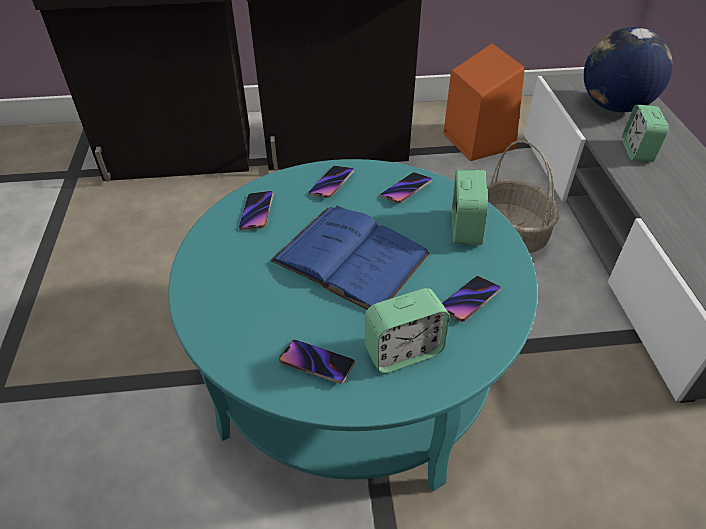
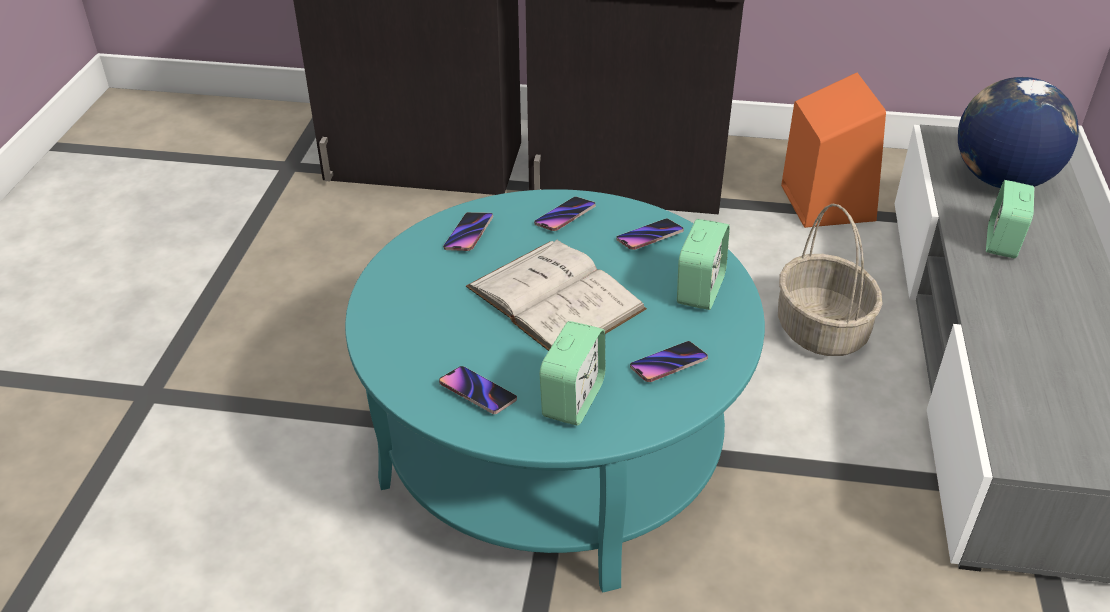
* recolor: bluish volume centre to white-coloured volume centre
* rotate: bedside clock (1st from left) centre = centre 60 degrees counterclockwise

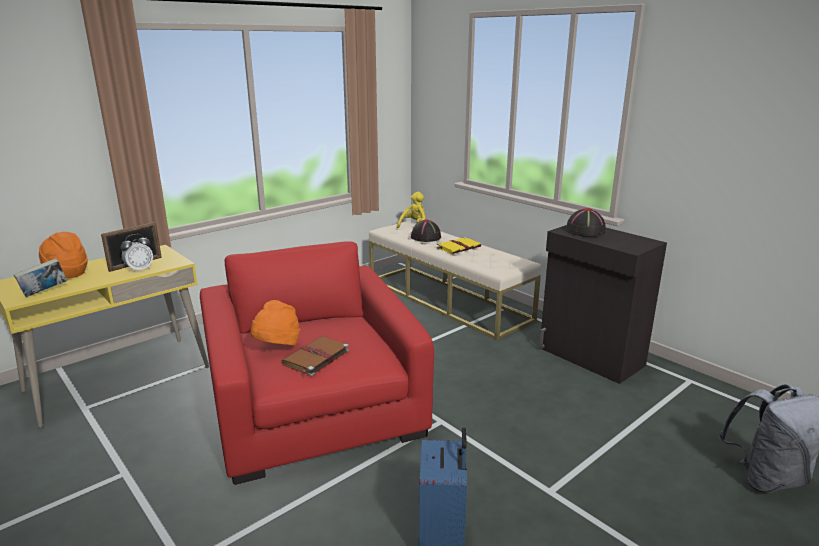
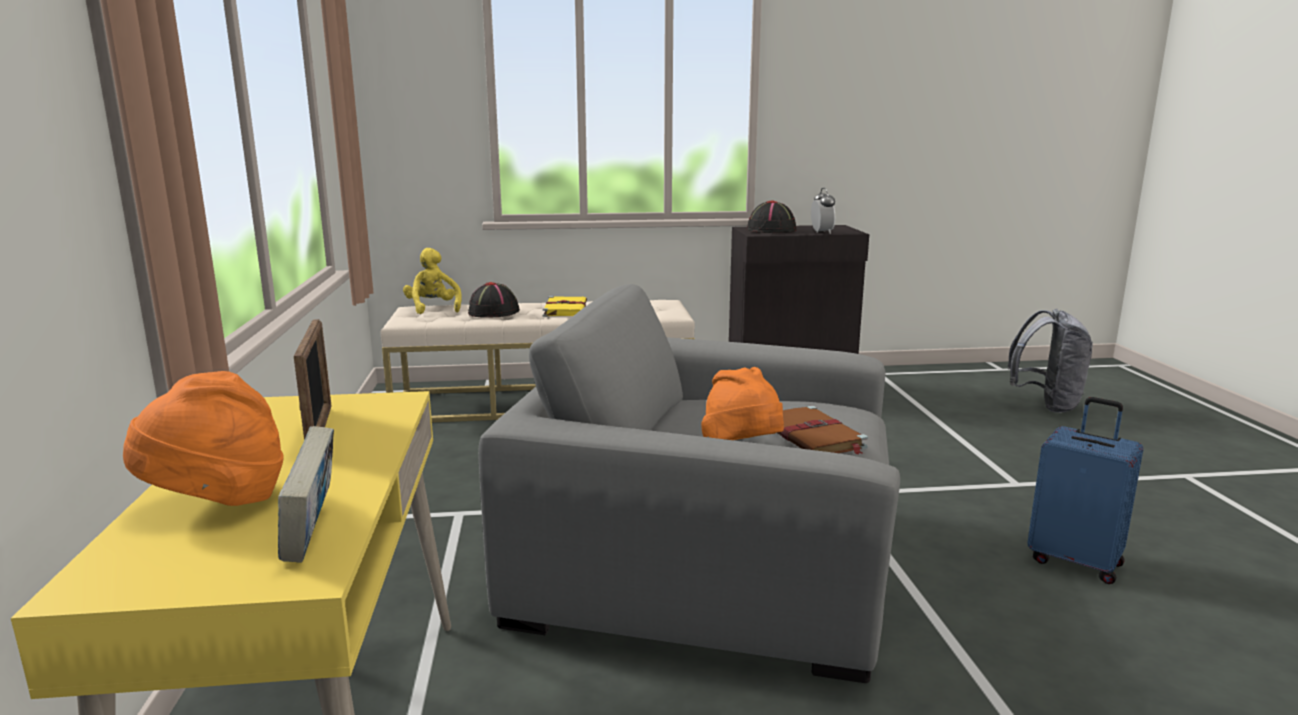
* move: bedside clock middle left to top centre
* recolor: red easy chair centre to greyish easy chair bottom centre

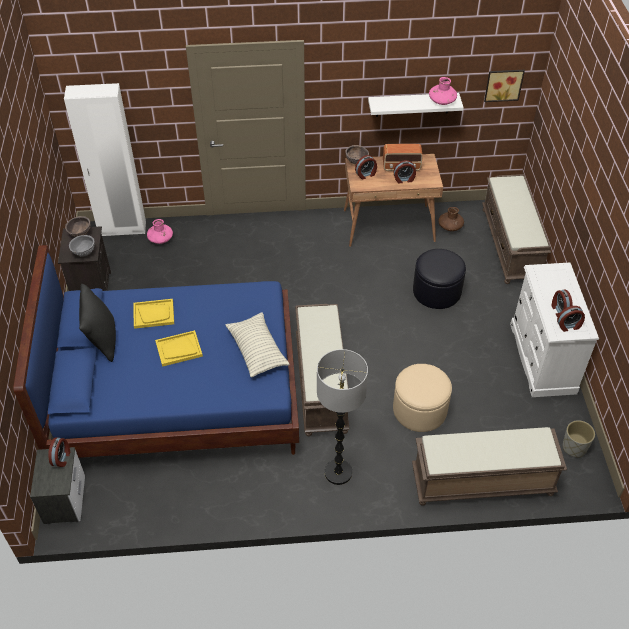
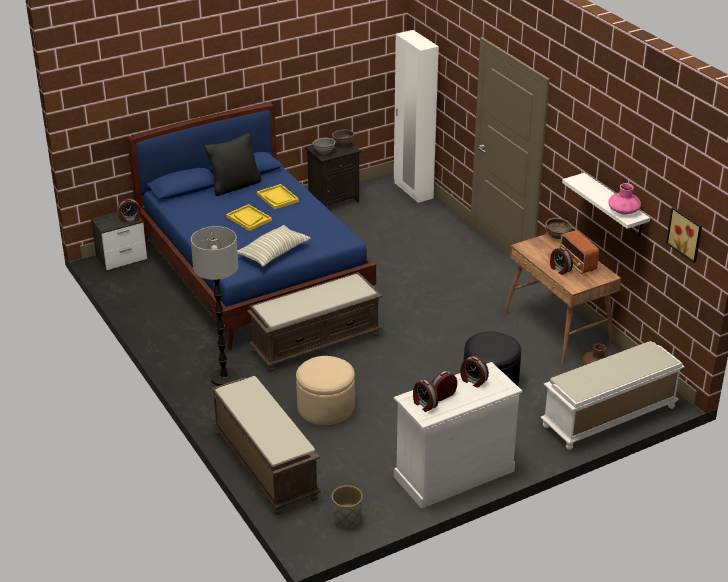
* delete: pinkish decorative vase (1st from left) middle left
* move: bedside clock (2nd from left in the first image) top centre to bedside clock (4th from left) centre
* recolor: brownish long seat (3rd from left) middle right to white-coloured long seat bottom right

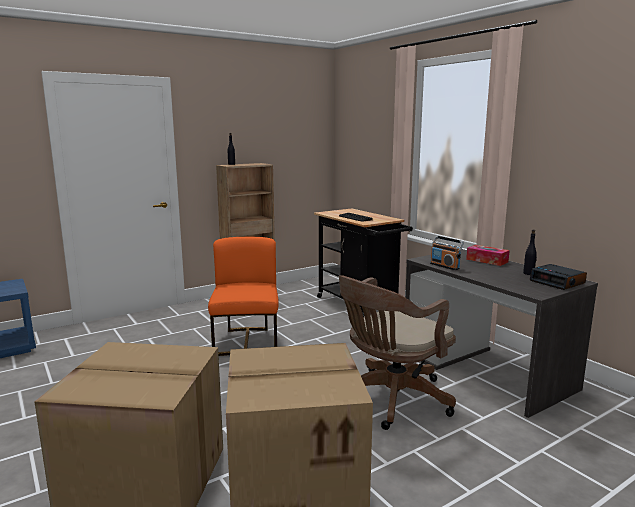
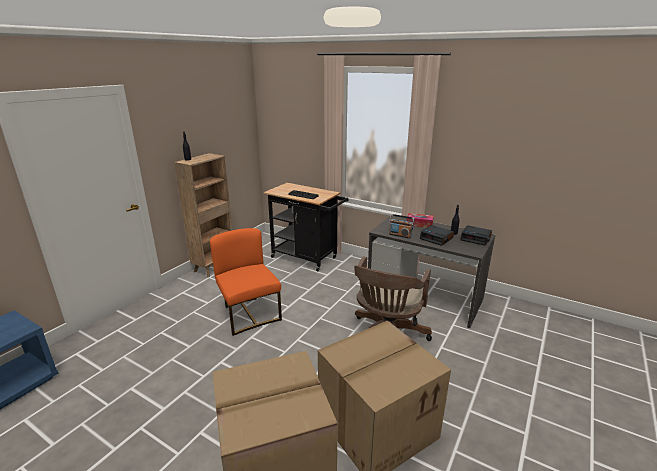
* insert: bedside clock (1st from left) centre

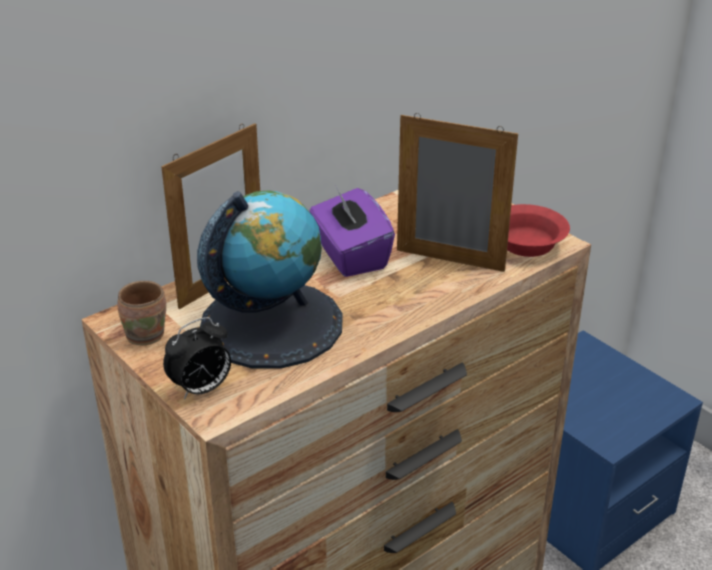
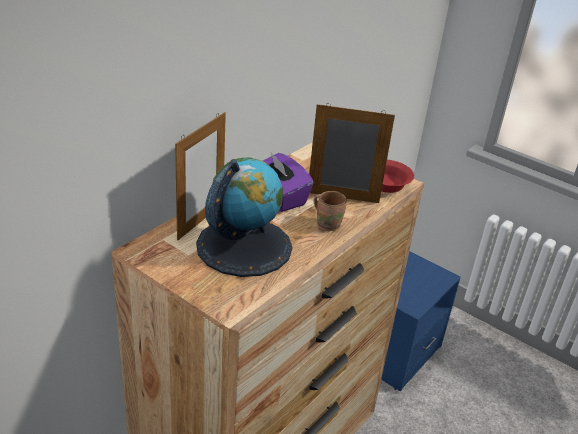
* delete: bedside clock middle left
* move: brownish coffee mug middle left to centre

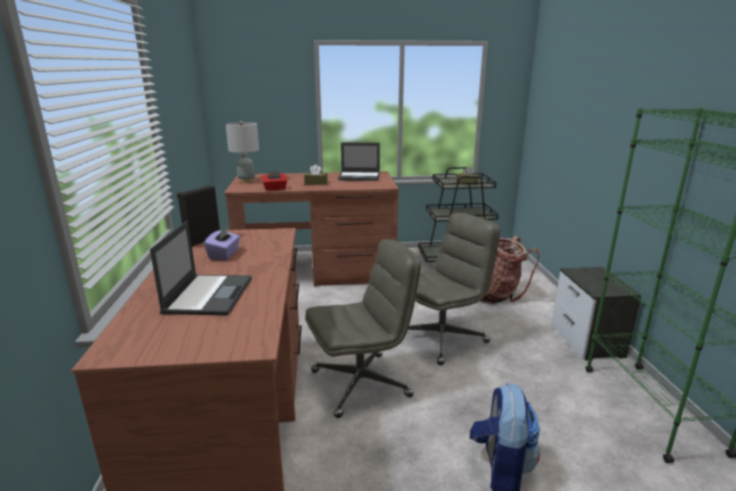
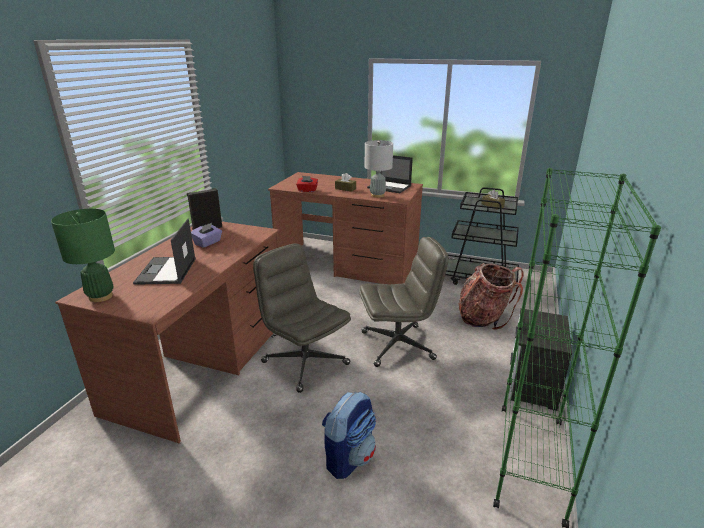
* insert: green tabletop lamp middle left
* move: greyish tabletop lamp top left to top centre
* rotate: portable computer (1st from left) middle left = middle left 150 degrees clockwise
* rotate: greyish desk chair (1st from left) bottom centre = centre 135 degrees counterclockwise

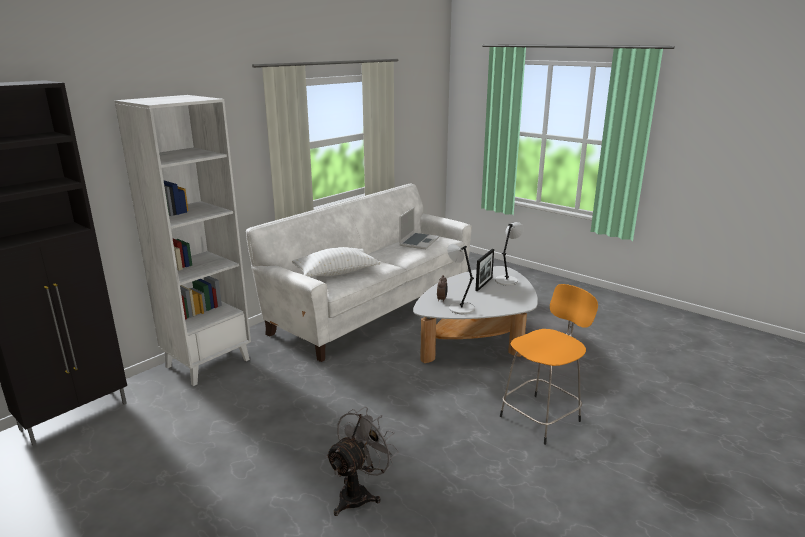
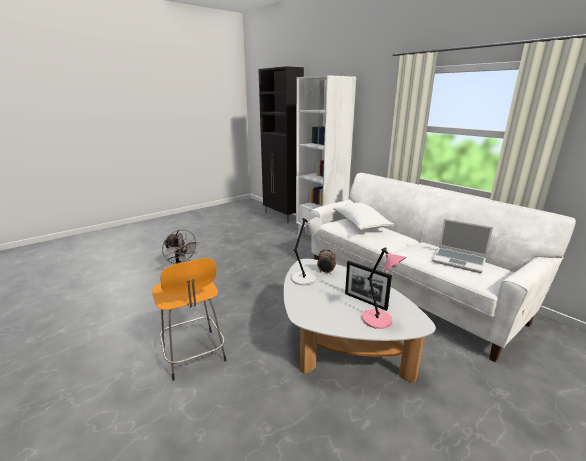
* recolor: greyish tabletop lamp (2nd from left) centre to pinkish tabletop lamp centre

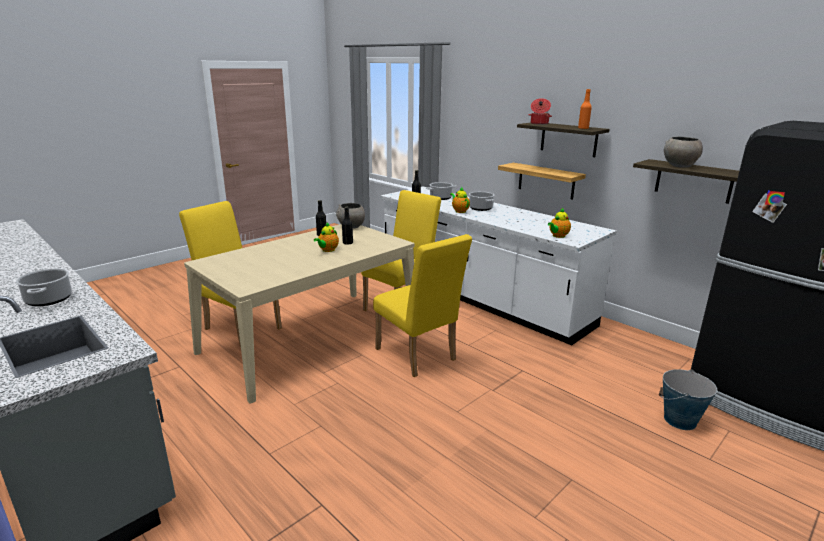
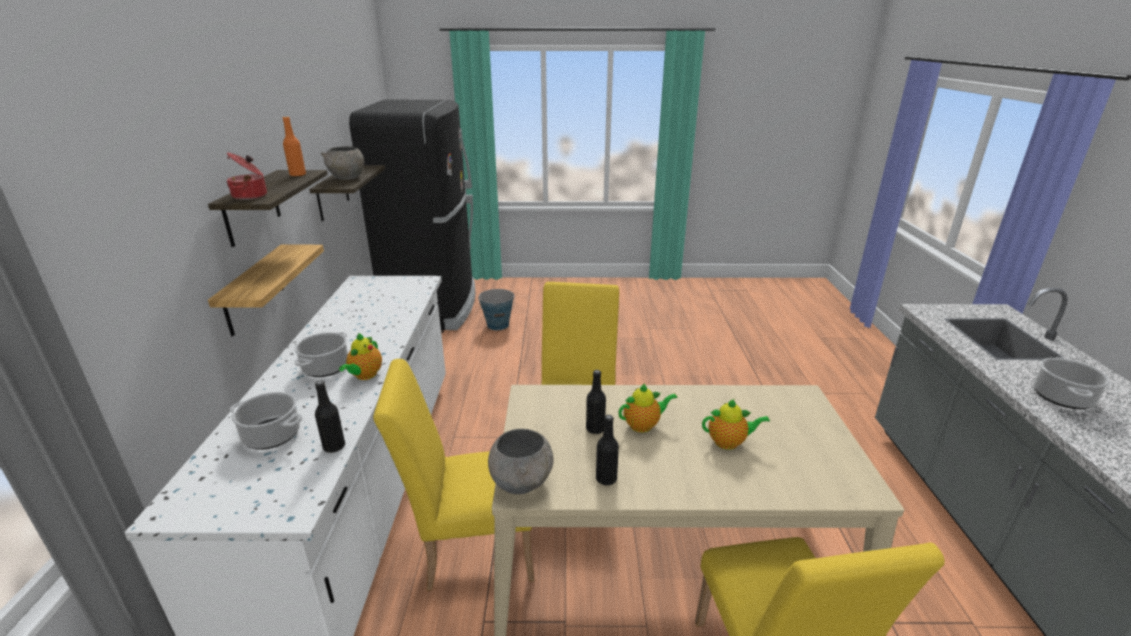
* move: pot for tea (3rd from left) middle right to bottom centre

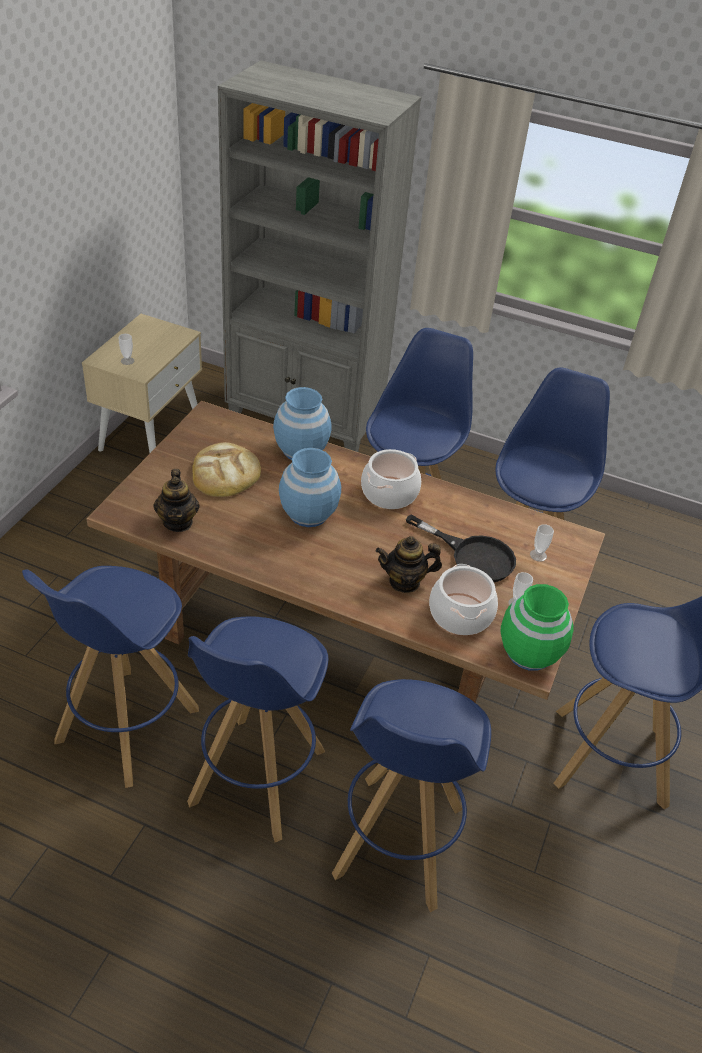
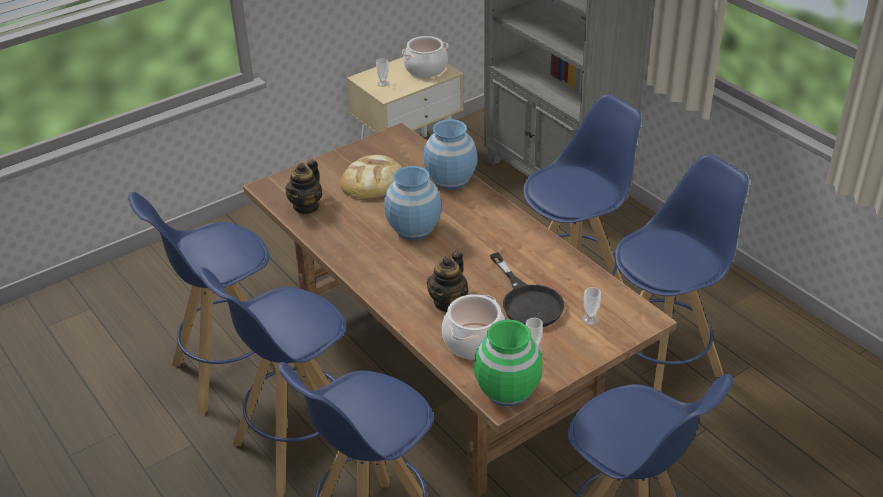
* move: stockpot (1st from left) centre to top centre
* rotate: pot for tea (2nd from left) centre = centre 90 degrees counterclockwise

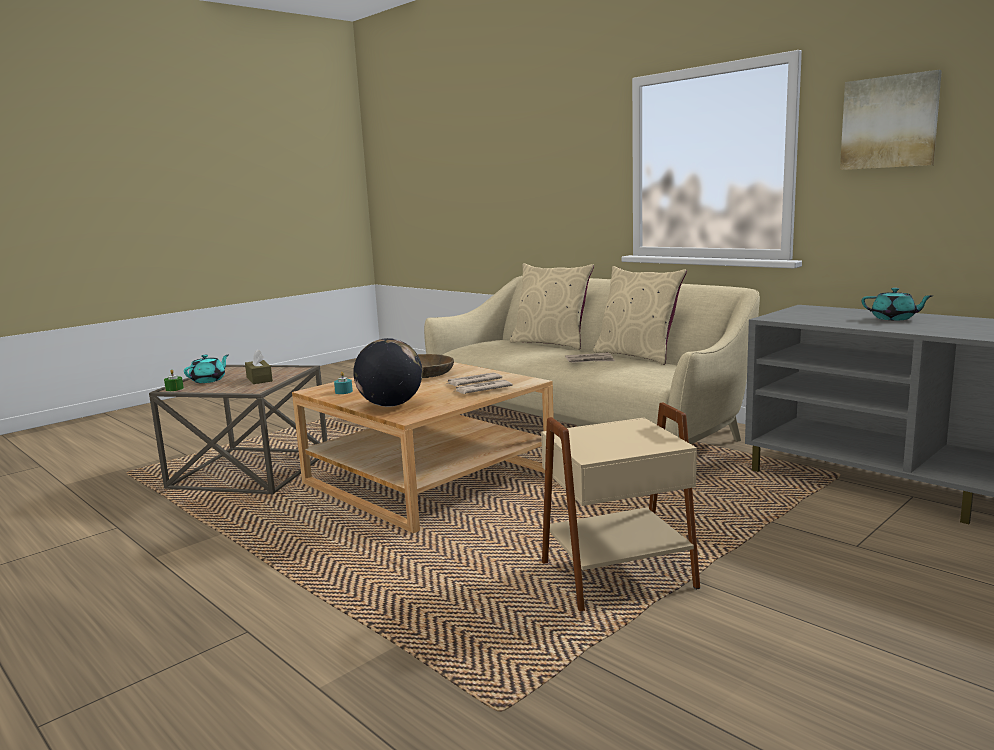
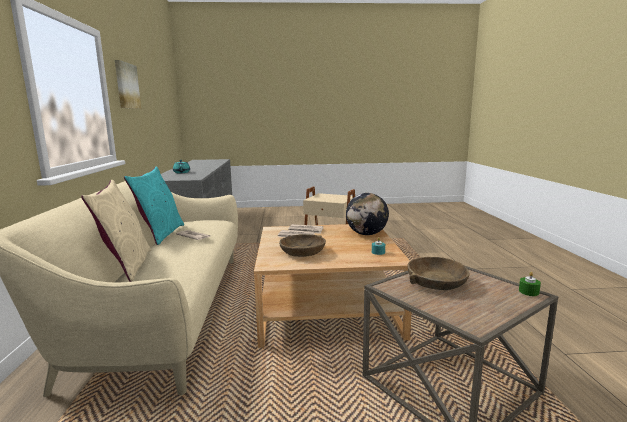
* delete: turquoise-coloured pot for tea (1st from left) middle left
* replace: brownish tissue box middle left to brownish serving bowl (2nd from left) middle right
* recolor: beige-coloured pillow (2nd from left) centre to turquoise-coloured pillow middle left

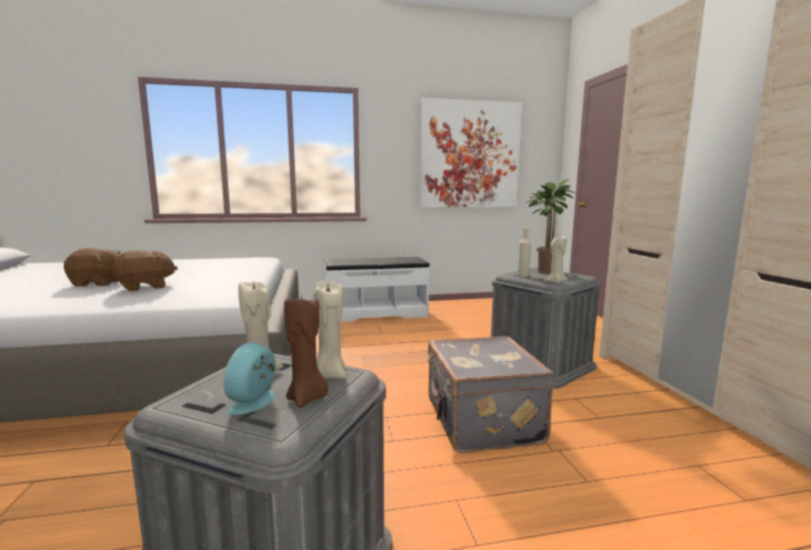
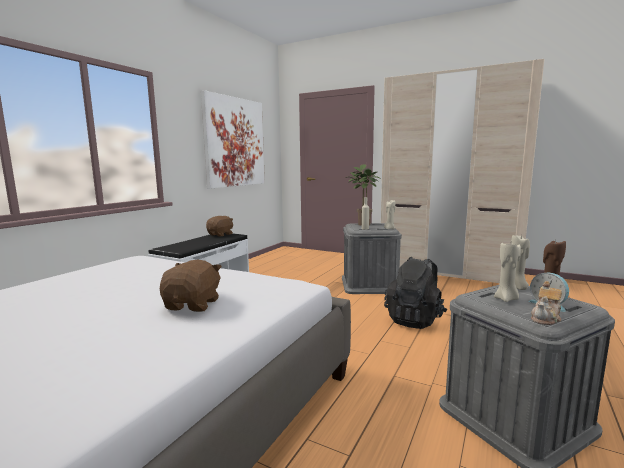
* insert: pot for tea middle right
* move: brownish soft toy (1st from left in the first image) middle left to brownish soft toy (2nd from left) centre
* replace: greyish travel case bottom centre to black-coloured backpack middle right

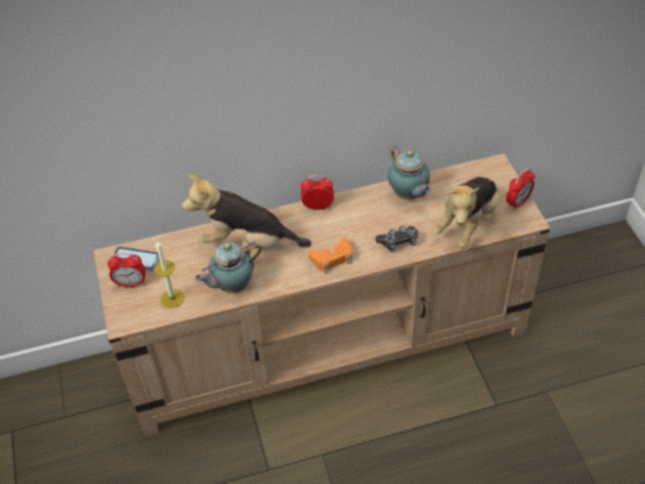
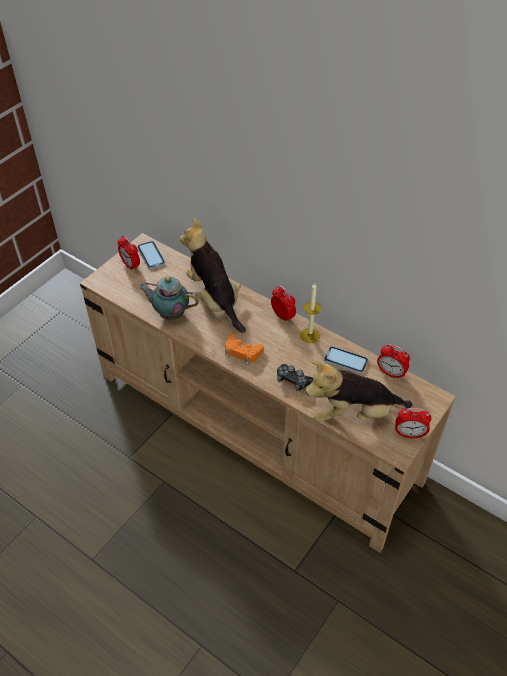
* insert: bedside clock (3rd from left) middle right
* move: wax candle middle left to centre
* replace: pot for tea (2nd from left) centre to telephone (2nd from left) middle right

